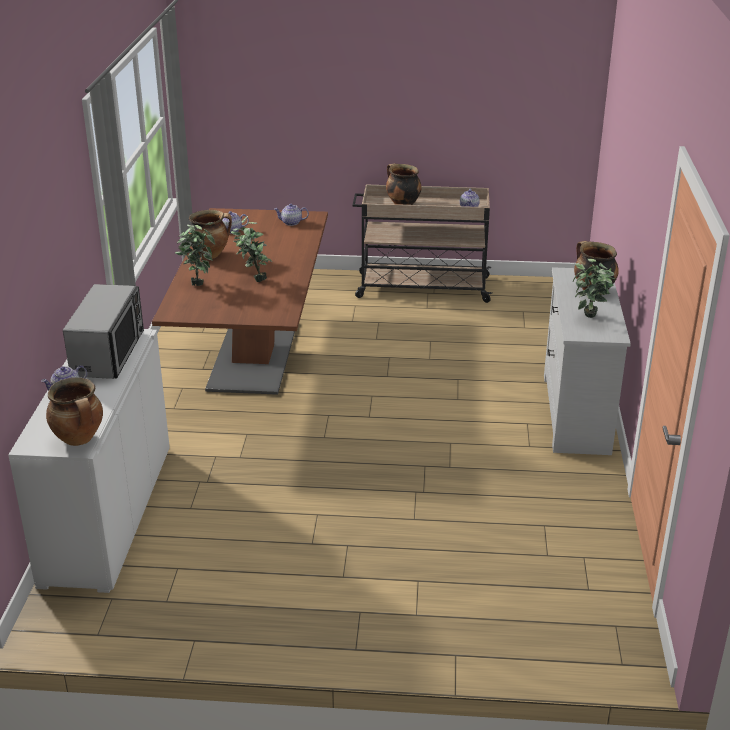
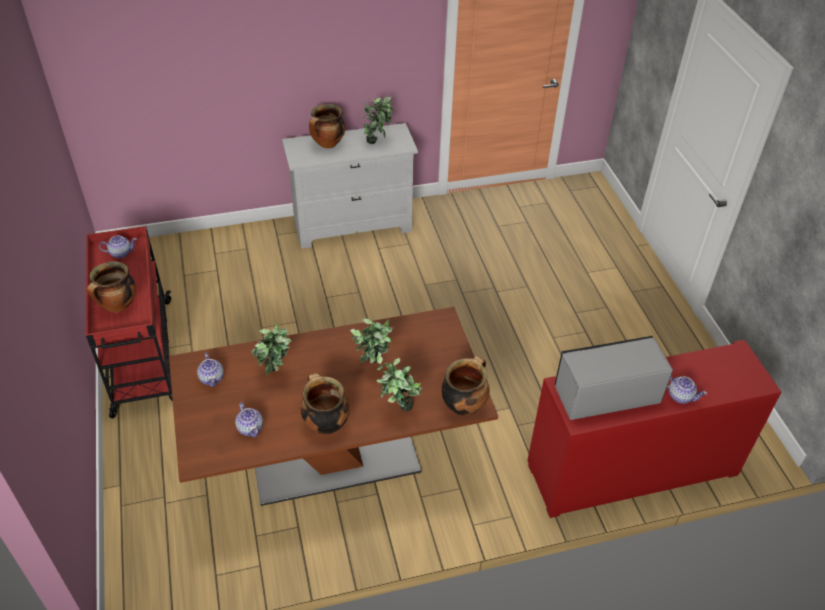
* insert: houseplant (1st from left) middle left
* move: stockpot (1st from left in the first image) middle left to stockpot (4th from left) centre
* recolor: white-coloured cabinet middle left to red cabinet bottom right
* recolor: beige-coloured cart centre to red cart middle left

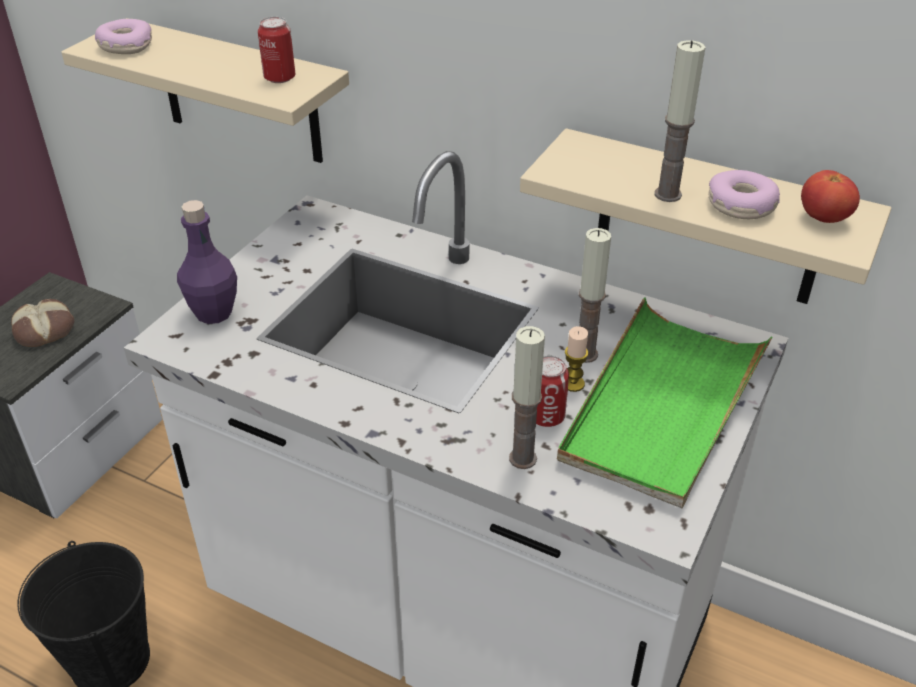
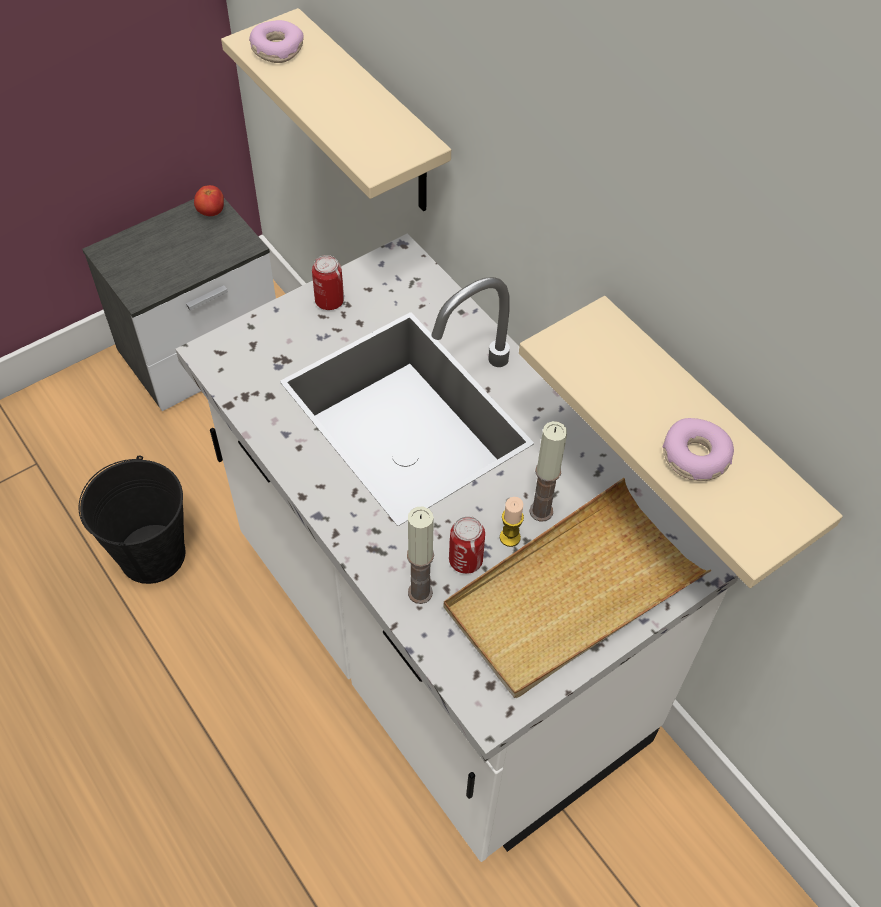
* delete: bakery bread middle left
* delete: purple-coloured beverage bottle middle left
* delete: wax candle (4th from left) top right
* move: can (1st from left) top left to top centre
* move: whole tomato top right to top left
* recolor: green serving tray middle right to beige-coloured serving tray centre

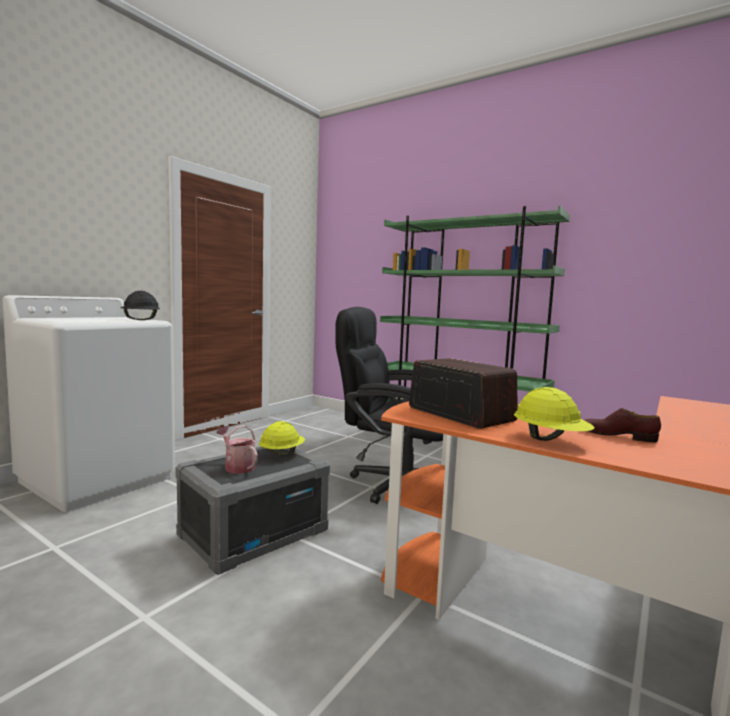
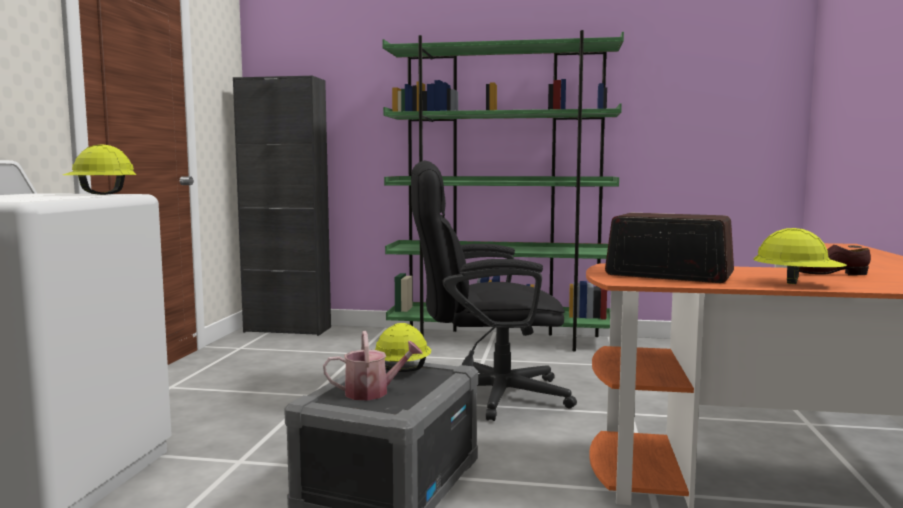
* insert: black-coloured cabinet middle left
* recolor: black-coloured work helmet middle left to yellow work helmet (1st from left) top left
* rotate: watering can middle left = bottom centre 150 degrees clockwise

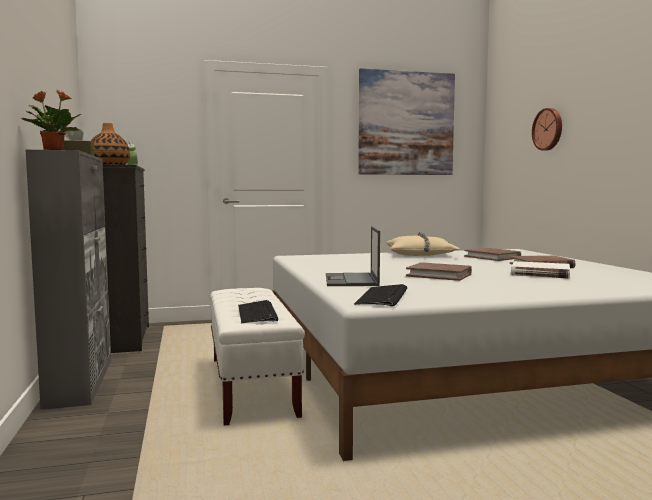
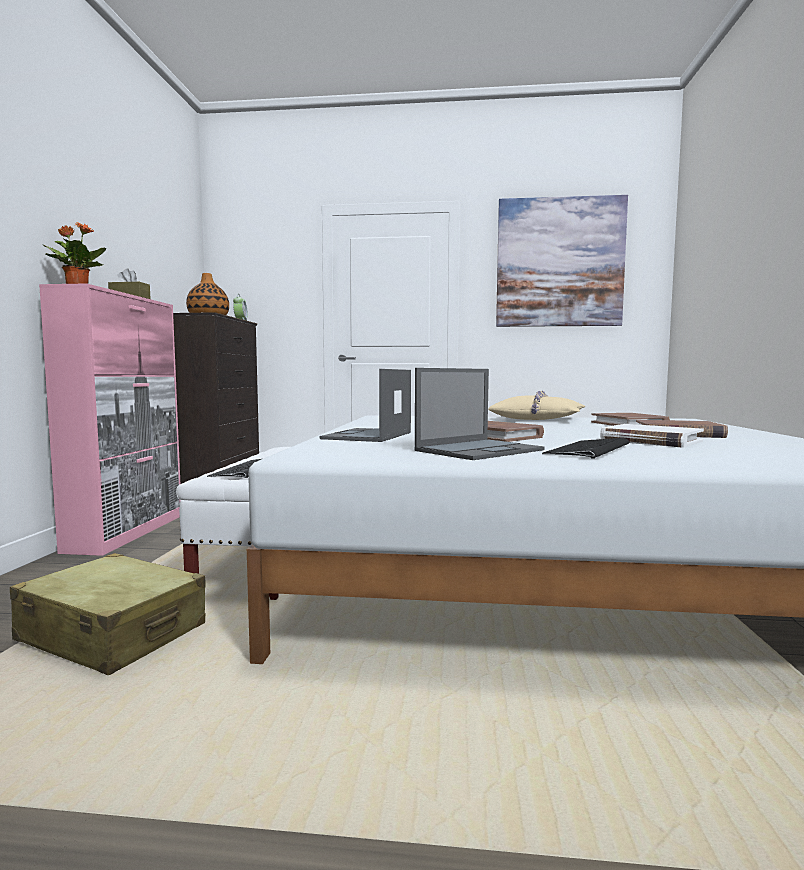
* delete: hanging clock top right
* insert: beige-coloured travel case bottom left
* insert: portable computer (2nd from left) centre
* move: computer keyboard (2nd from left) centre to middle right
* recolor: greyish cabinet middle left to pinkish cabinet middle left

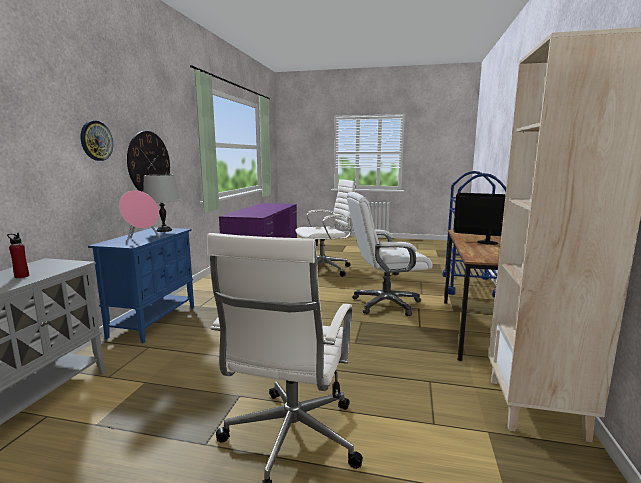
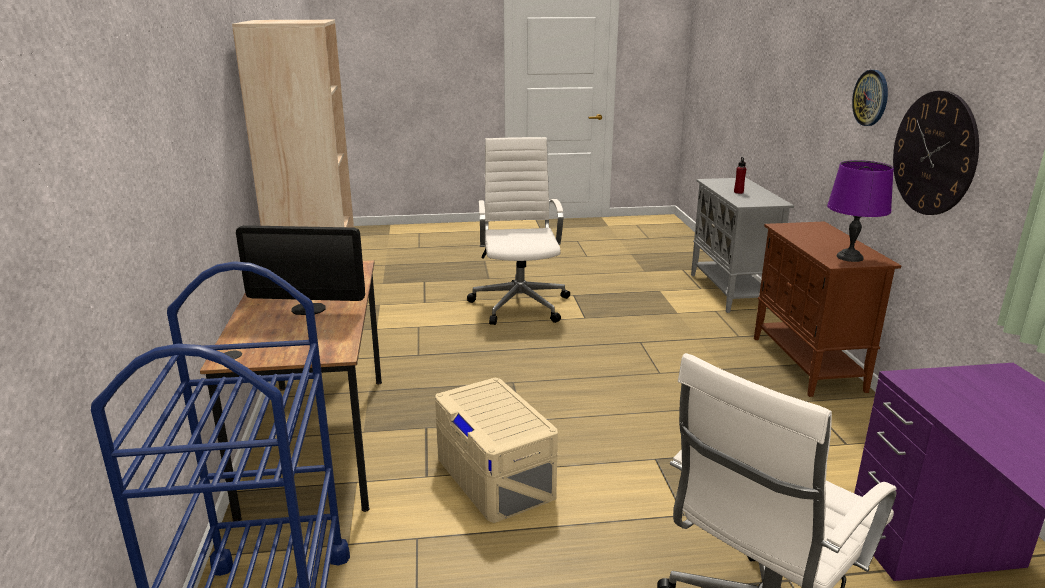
* delete: pinkish loudspeaker middle left
* replace: white-coloured desk chair (3rd from left) centre to beige-coloured storage container bottom centre
* recolor: bluish cabinet middle left to brownish cabinet middle right
* recolor: greyish tabletop lamp middle left to purple-coloured tabletop lamp middle right

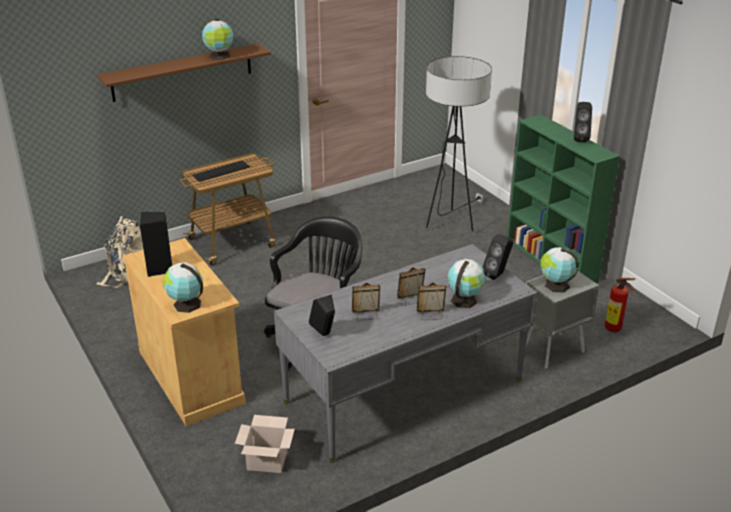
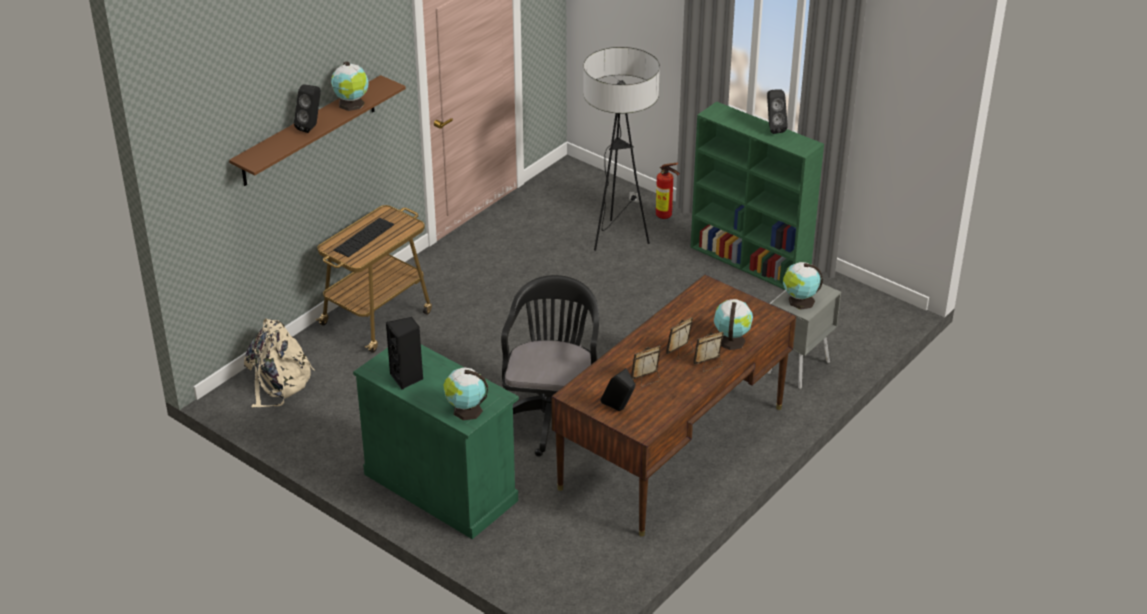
* delete: cardboard box bottom centre
* move: black-coloured loudspeaker (3rd from left in the first image) middle right to black-coloured loudspeaker (1st from left) top left
* move: extinguisher middle right to top centre
* recolor: beige-coloured cabinet middle left to green cabinet bottom centre
* recolor: greyish desk bottom centre to brownish desk centre

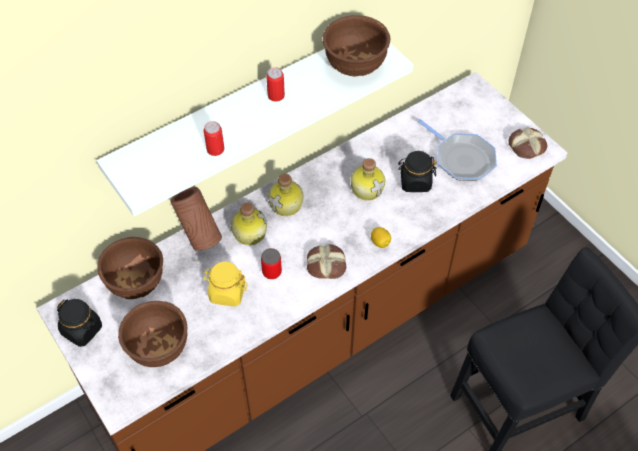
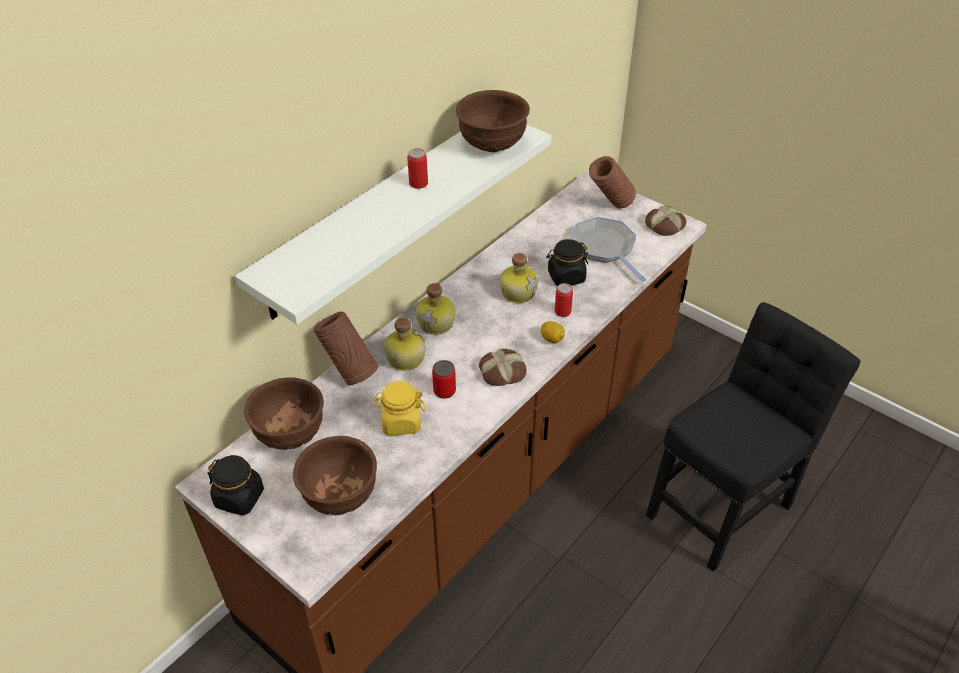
* insert: brownish decorative vase (2nd from left) top centre
* move: can (1st from left in the first image) top centre to can (3rd from left) centre
* rotate: frying pan top right = centre 150 degrees counterclockwise

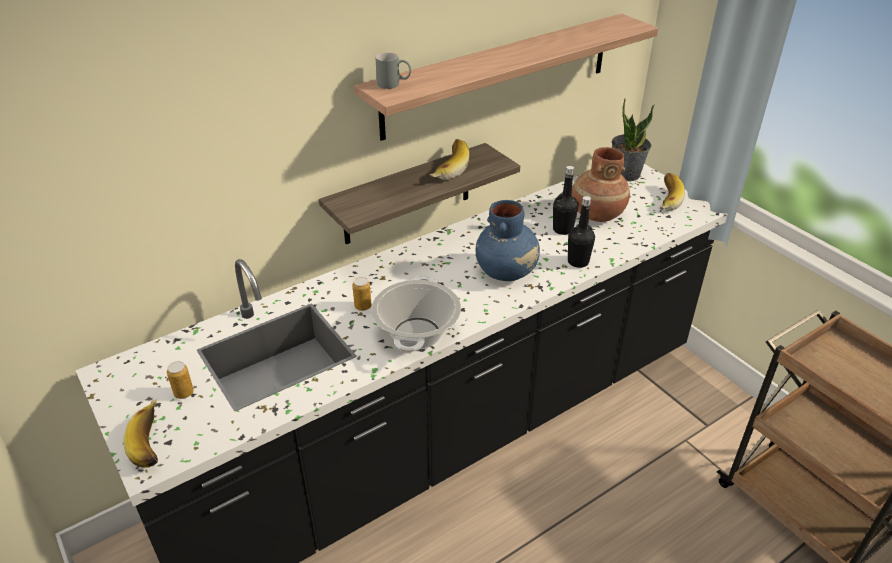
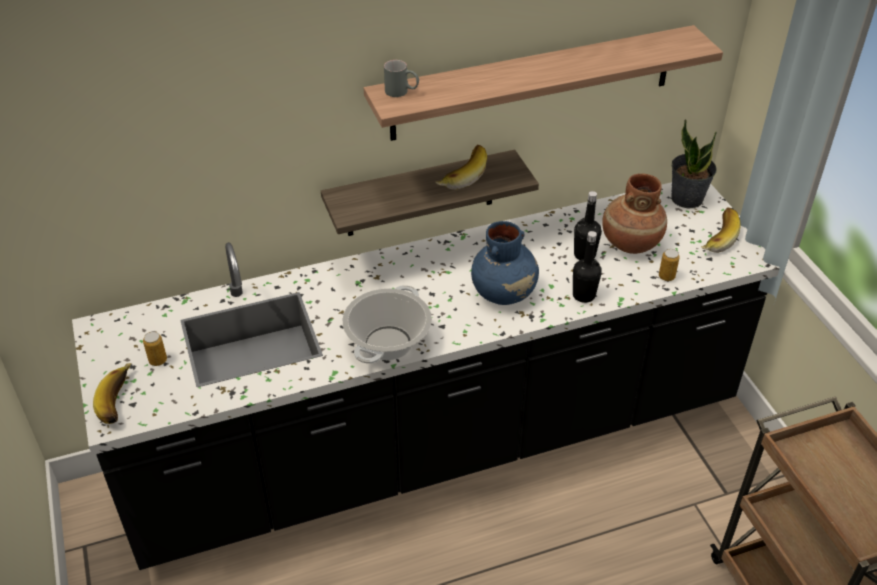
* move: can (2nd from left) centre to middle right

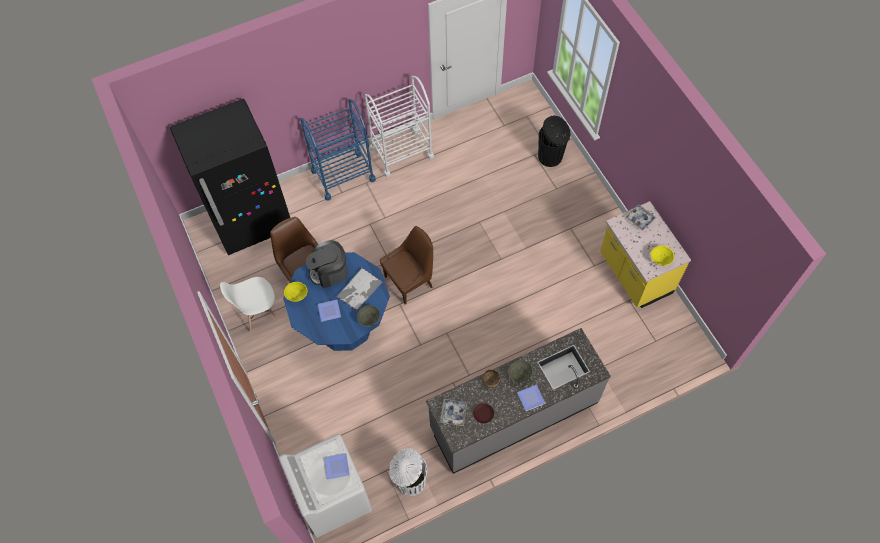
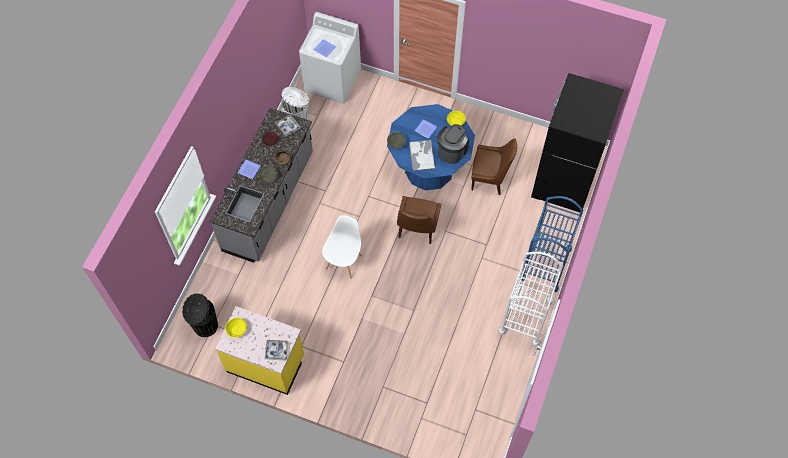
* move: white-coloured plain chair middle left to centre
* move: black-coloured rubbish bin top centre to bottom left

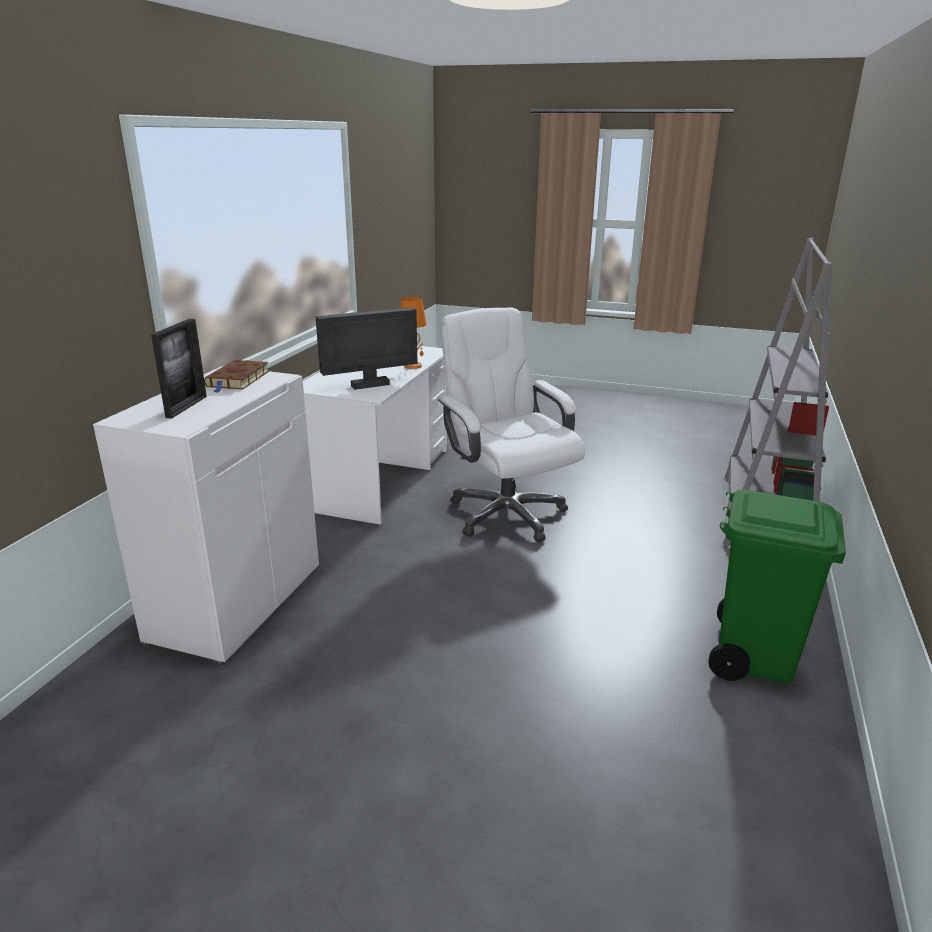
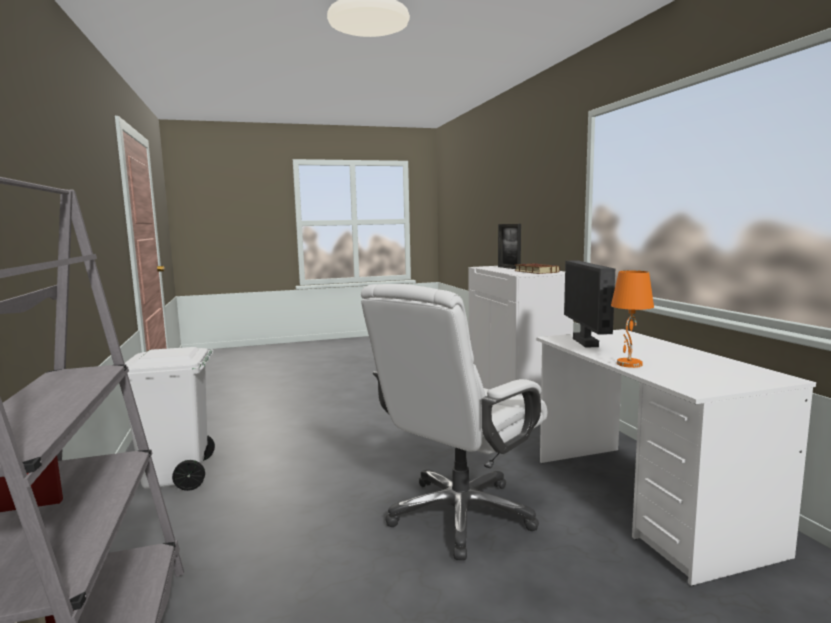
* recolor: green rubbish bin middle right to white-coloured rubbish bin bottom left
* rotate: computer screen centre = middle right 150 degrees clockwise
* rotate: white-coloured desk chair centre = bottom centre 105 degrees clockwise

